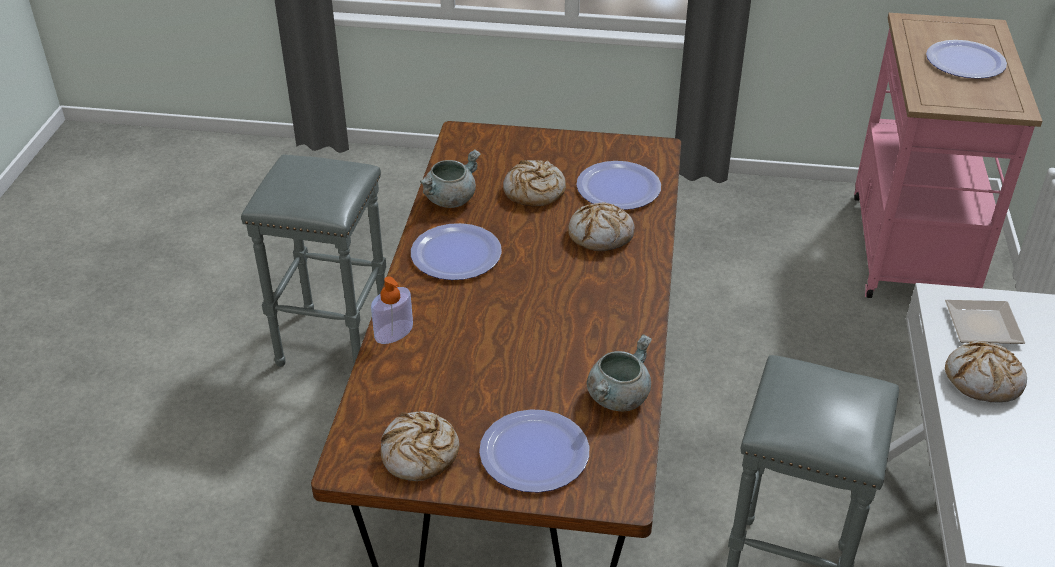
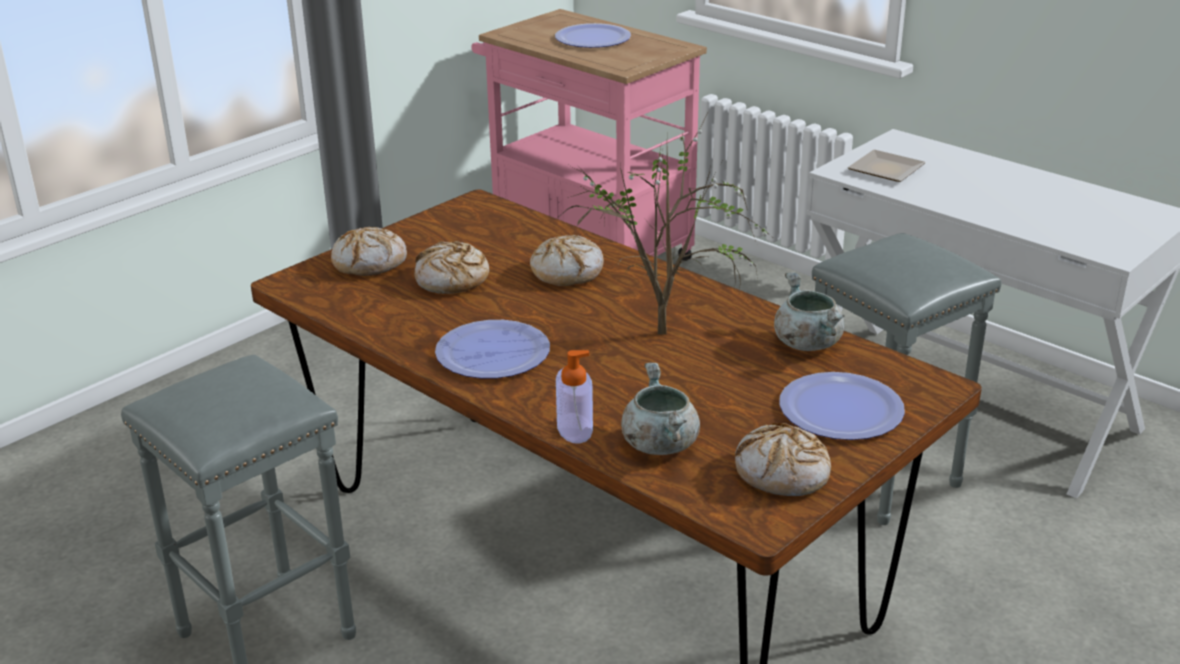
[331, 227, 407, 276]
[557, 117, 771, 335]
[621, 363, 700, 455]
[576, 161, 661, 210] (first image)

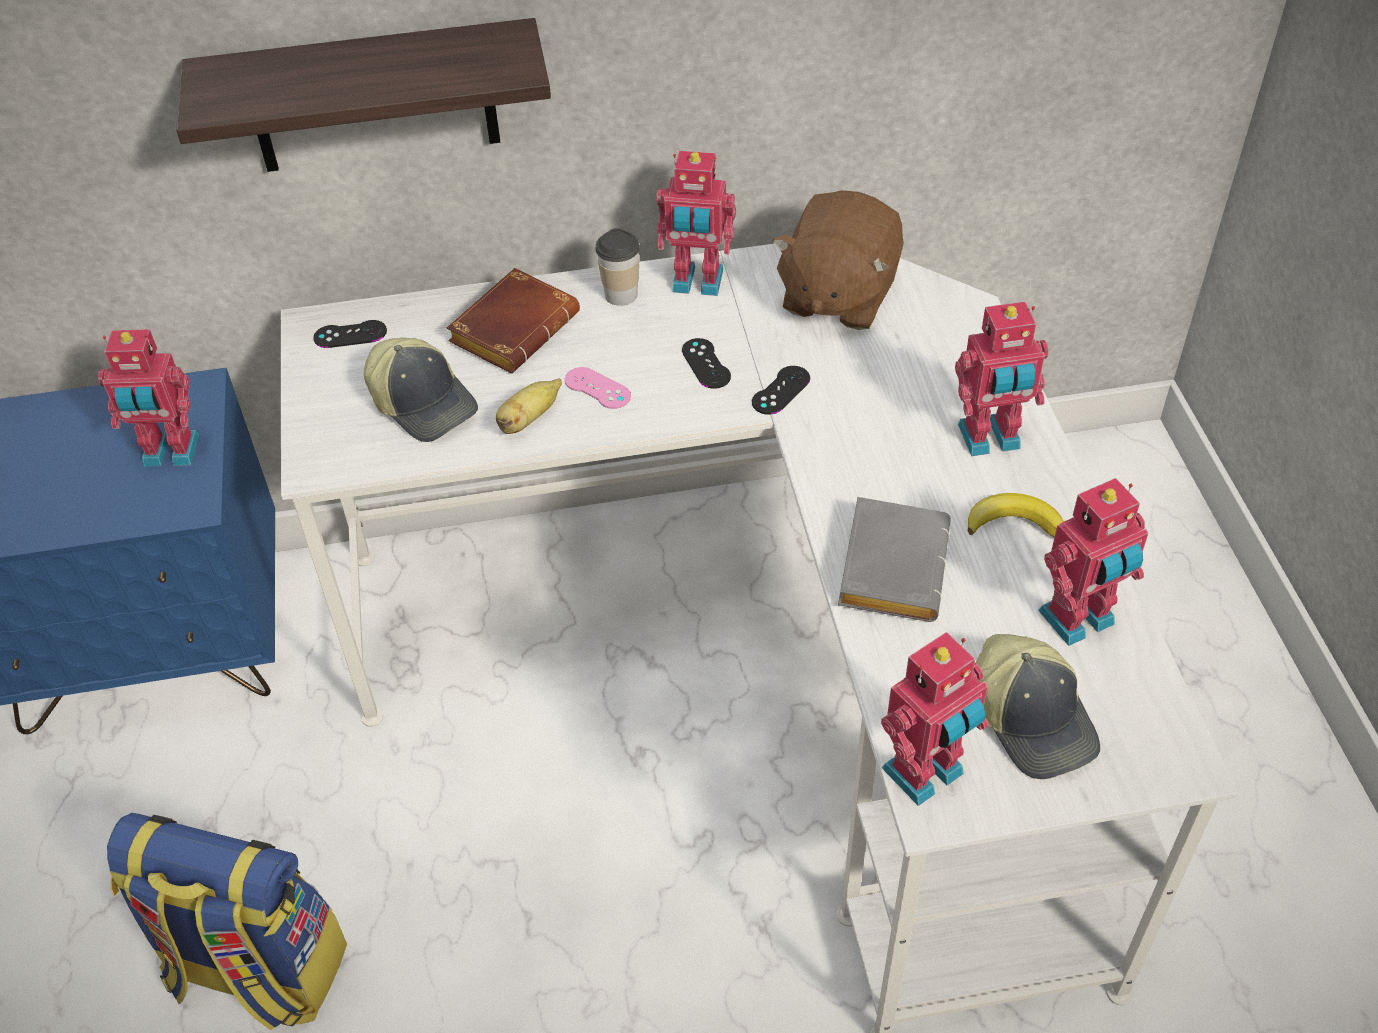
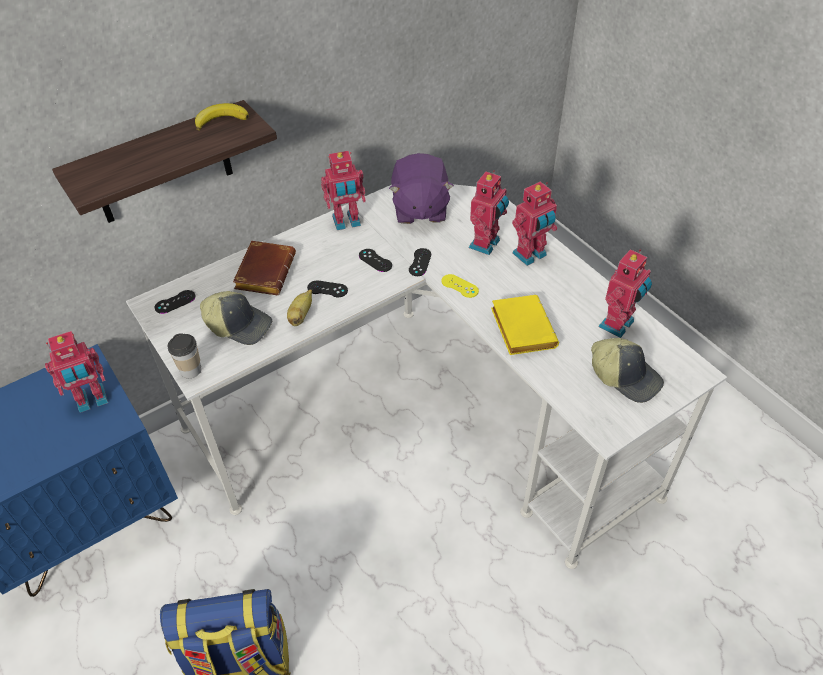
[168, 333, 202, 378]
[195, 103, 249, 131]
[307, 280, 348, 297]
[389, 153, 454, 224]
[442, 274, 479, 298]
[469, 170, 509, 255]
[491, 295, 559, 355]

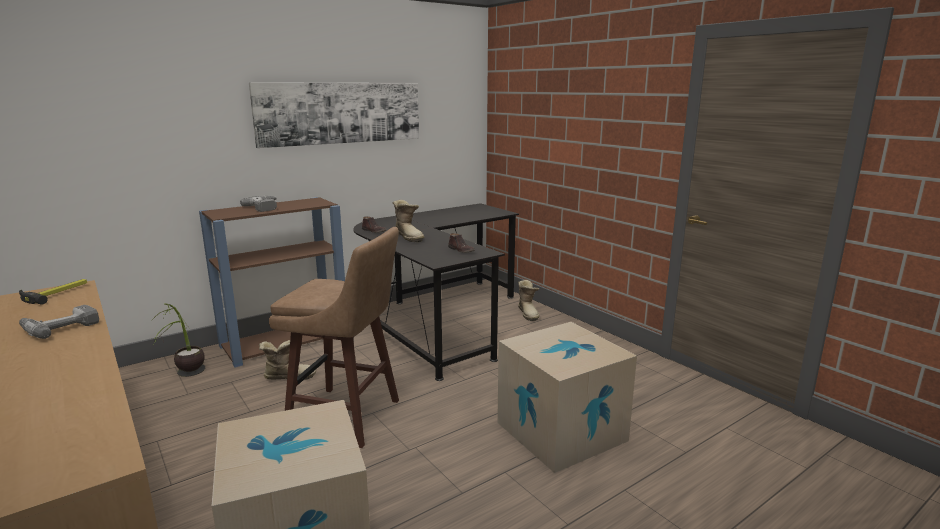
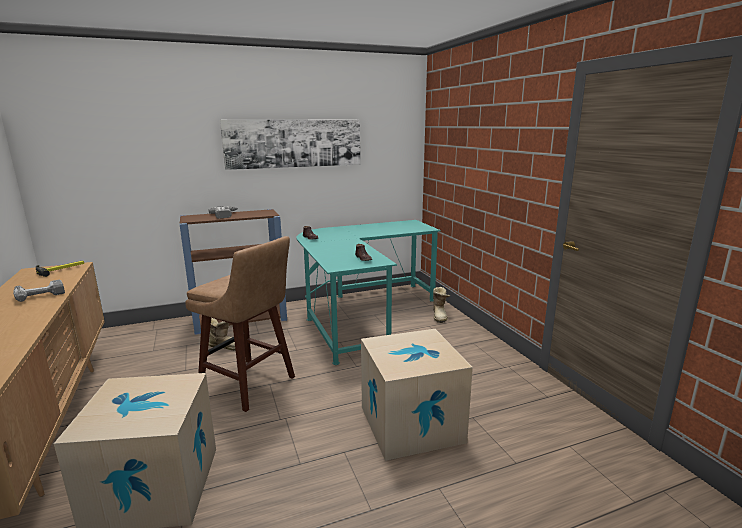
[296, 220, 440, 365]
[151, 303, 205, 377] (first image)
[393, 200, 424, 242] (first image)

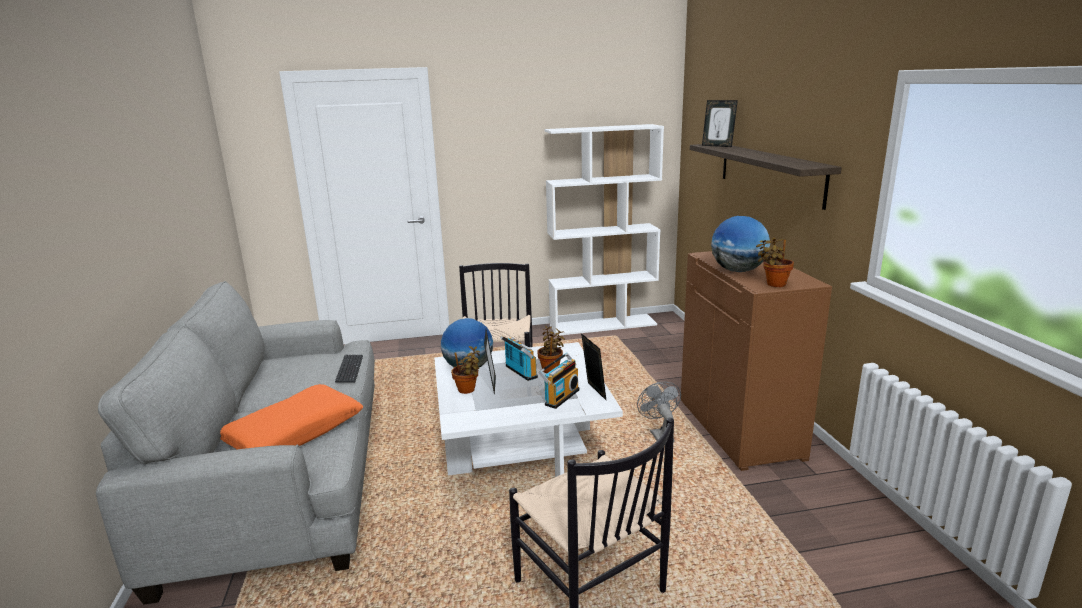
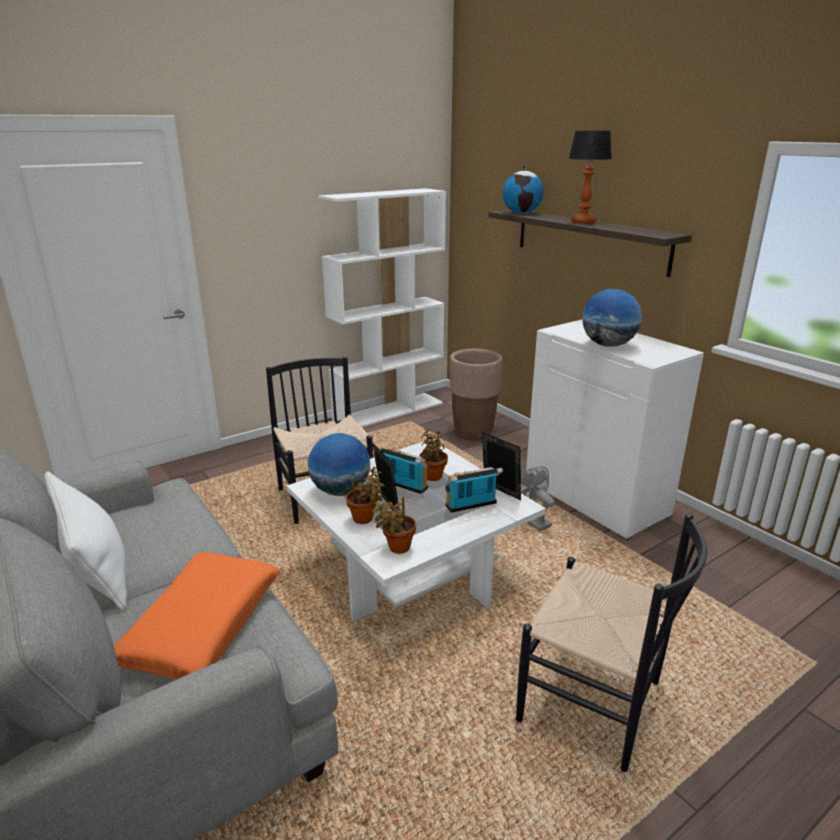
[44, 471, 127, 611]
[372, 497, 416, 554]
[445, 467, 503, 513]
[450, 349, 503, 440]
[503, 164, 544, 214]
[526, 319, 704, 541]
[568, 131, 612, 224]
[335, 355, 363, 383] (first image)

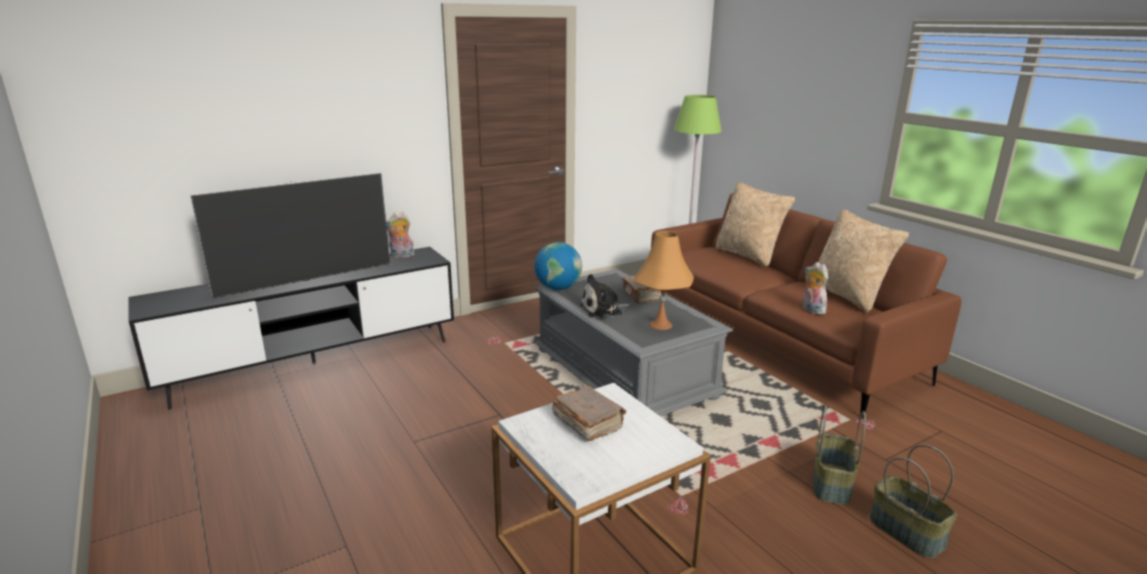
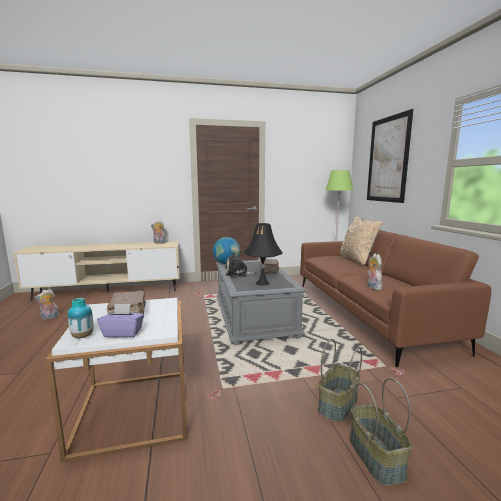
[14, 241, 180, 301]
[35, 289, 59, 320]
[68, 298, 93, 338]
[97, 304, 144, 337]
[244, 223, 283, 286]
[367, 109, 413, 203]
[190, 173, 390, 298] (first image)
[818, 209, 909, 312] (first image)

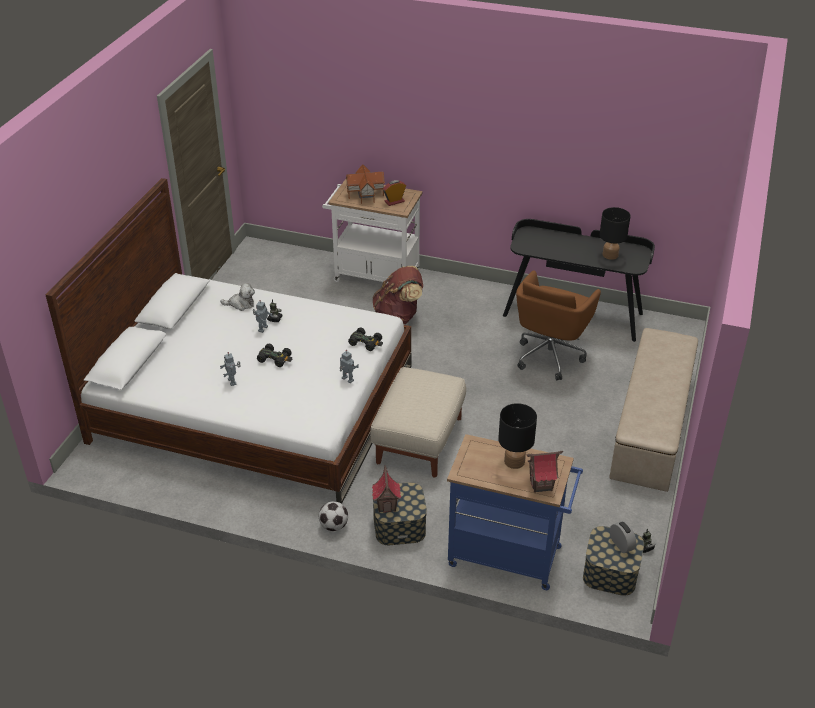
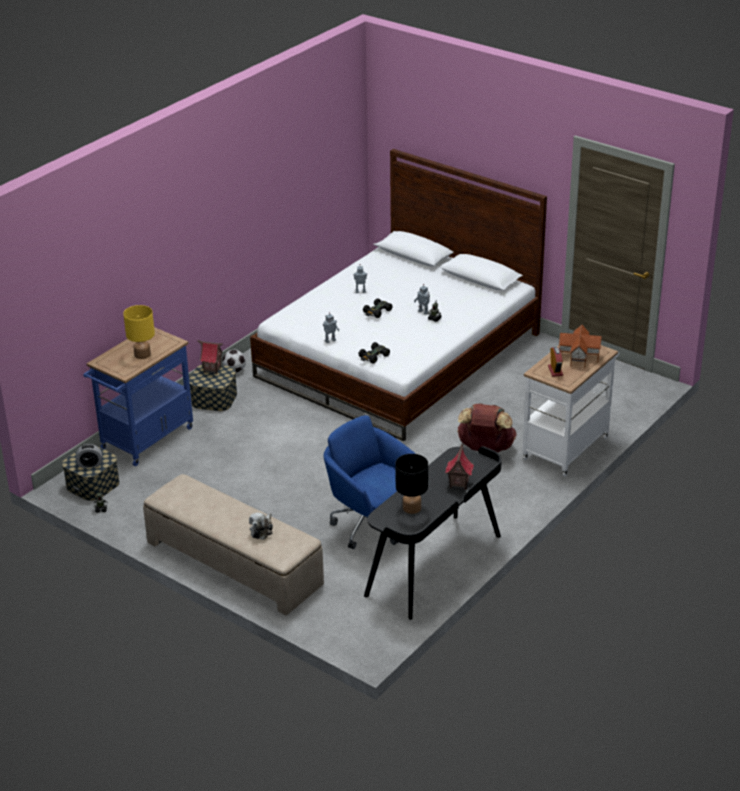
[123, 305, 155, 359]
[249, 512, 273, 540]
[324, 415, 416, 549]
[445, 443, 474, 490]
[370, 367, 466, 478] (first image)

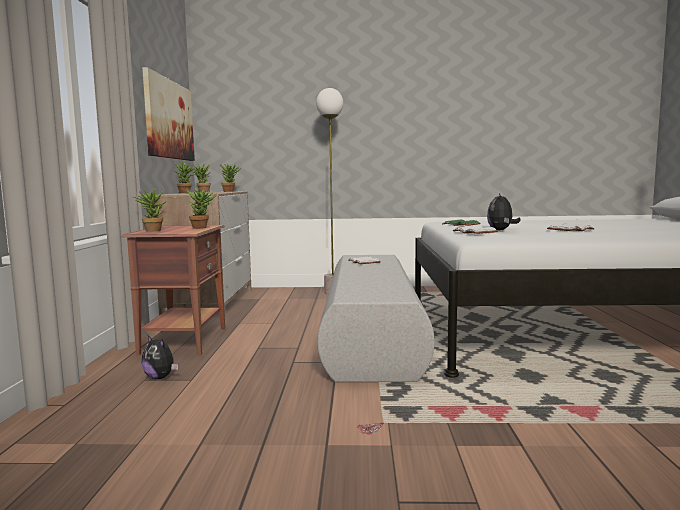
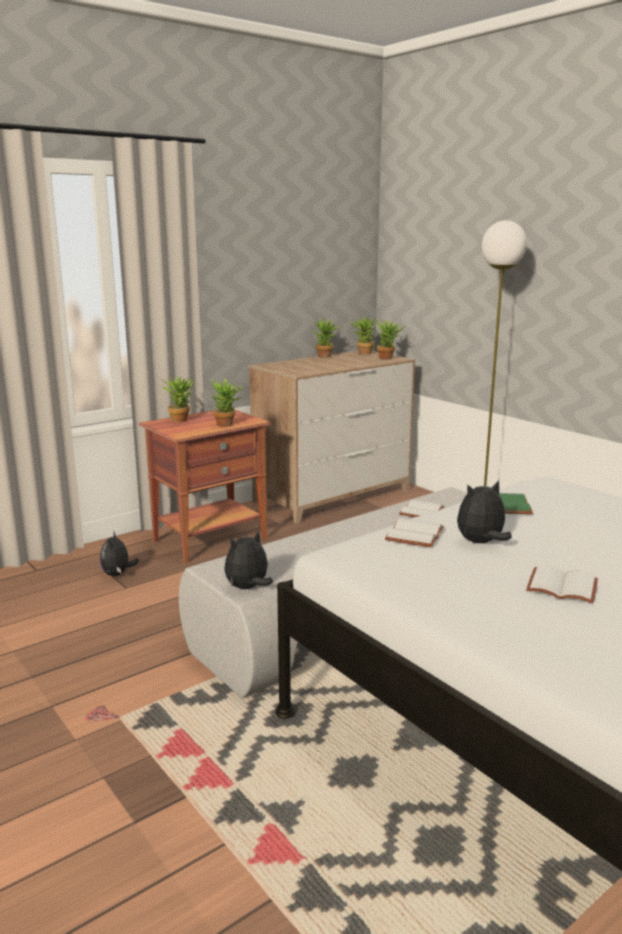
[224, 531, 273, 589]
[142, 67, 195, 161] (first image)

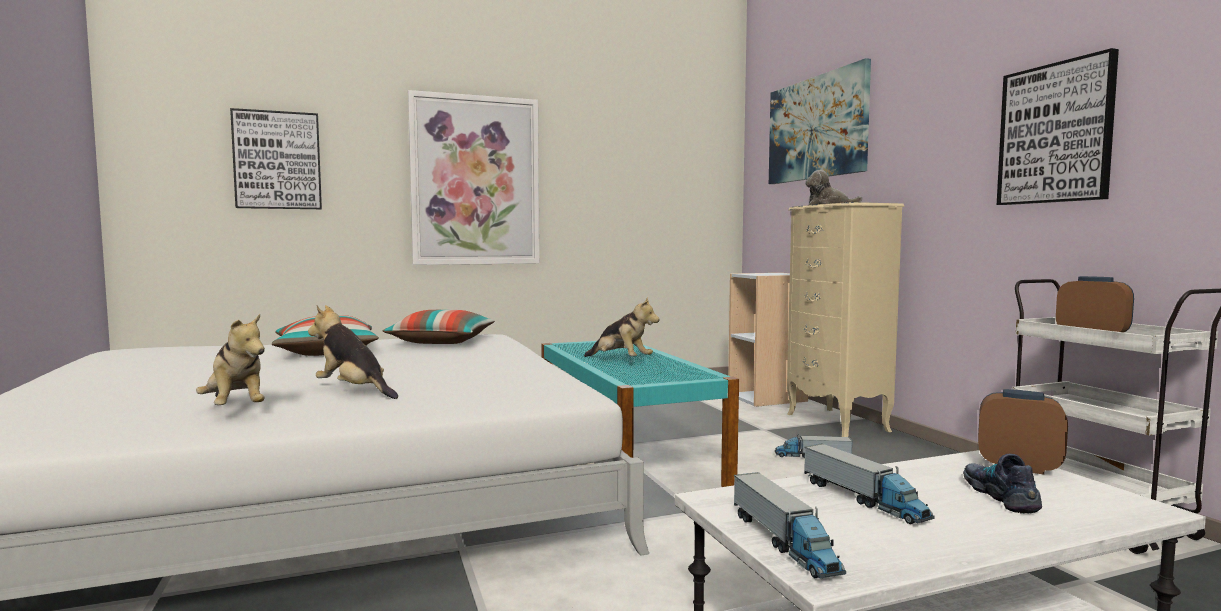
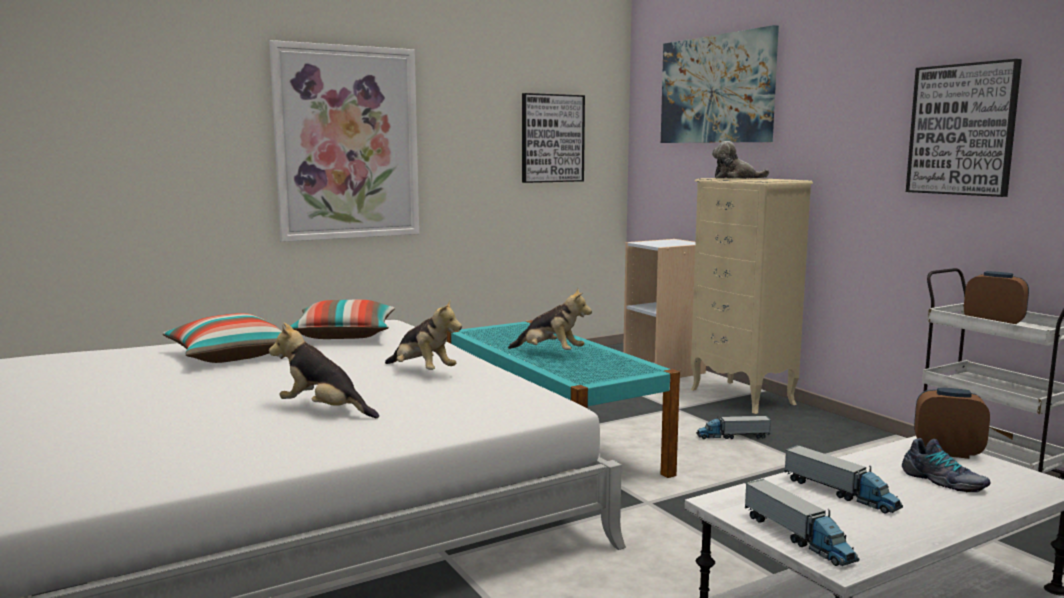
[385, 300, 462, 370]
[522, 93, 585, 183]
[902, 438, 990, 493]

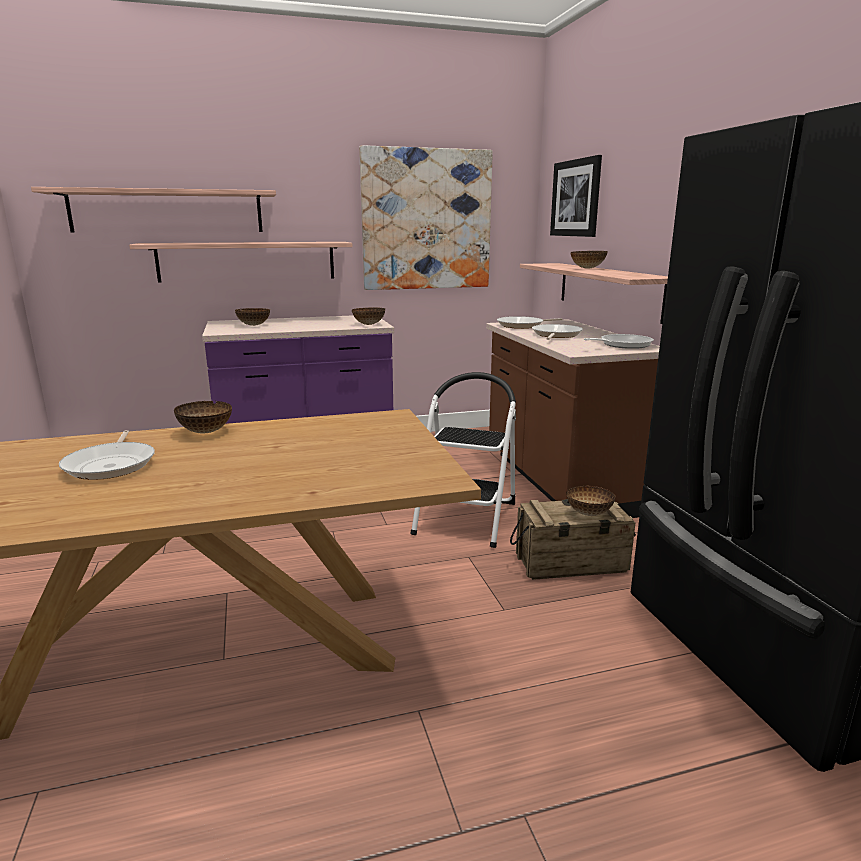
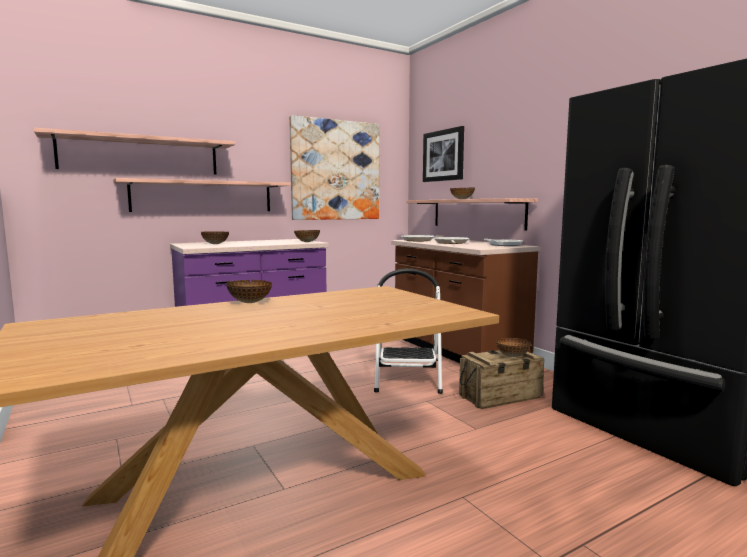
[59, 430, 155, 480] (first image)

